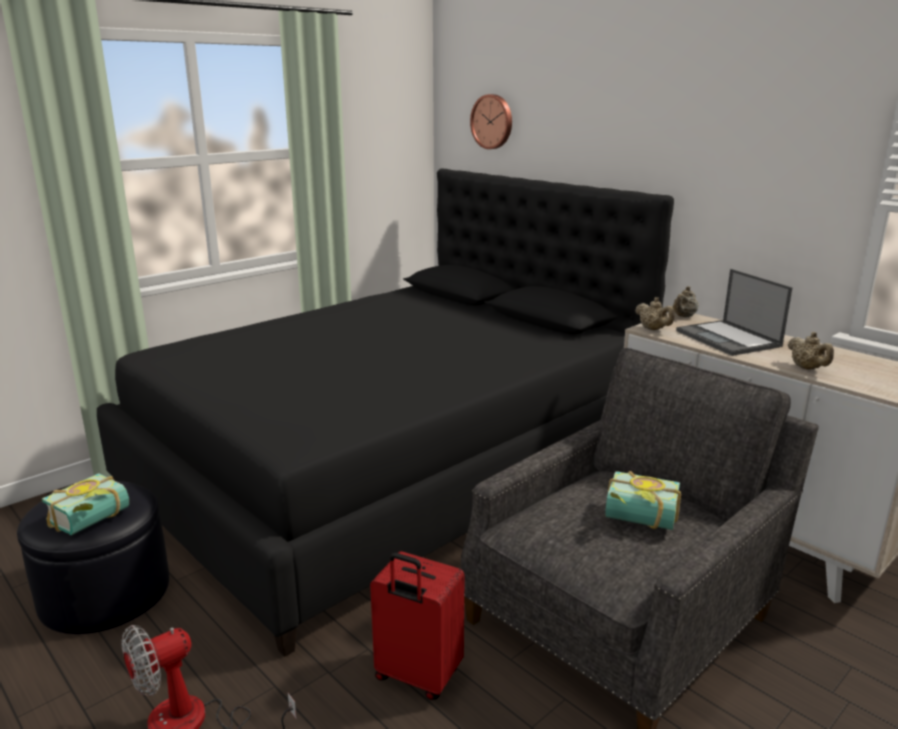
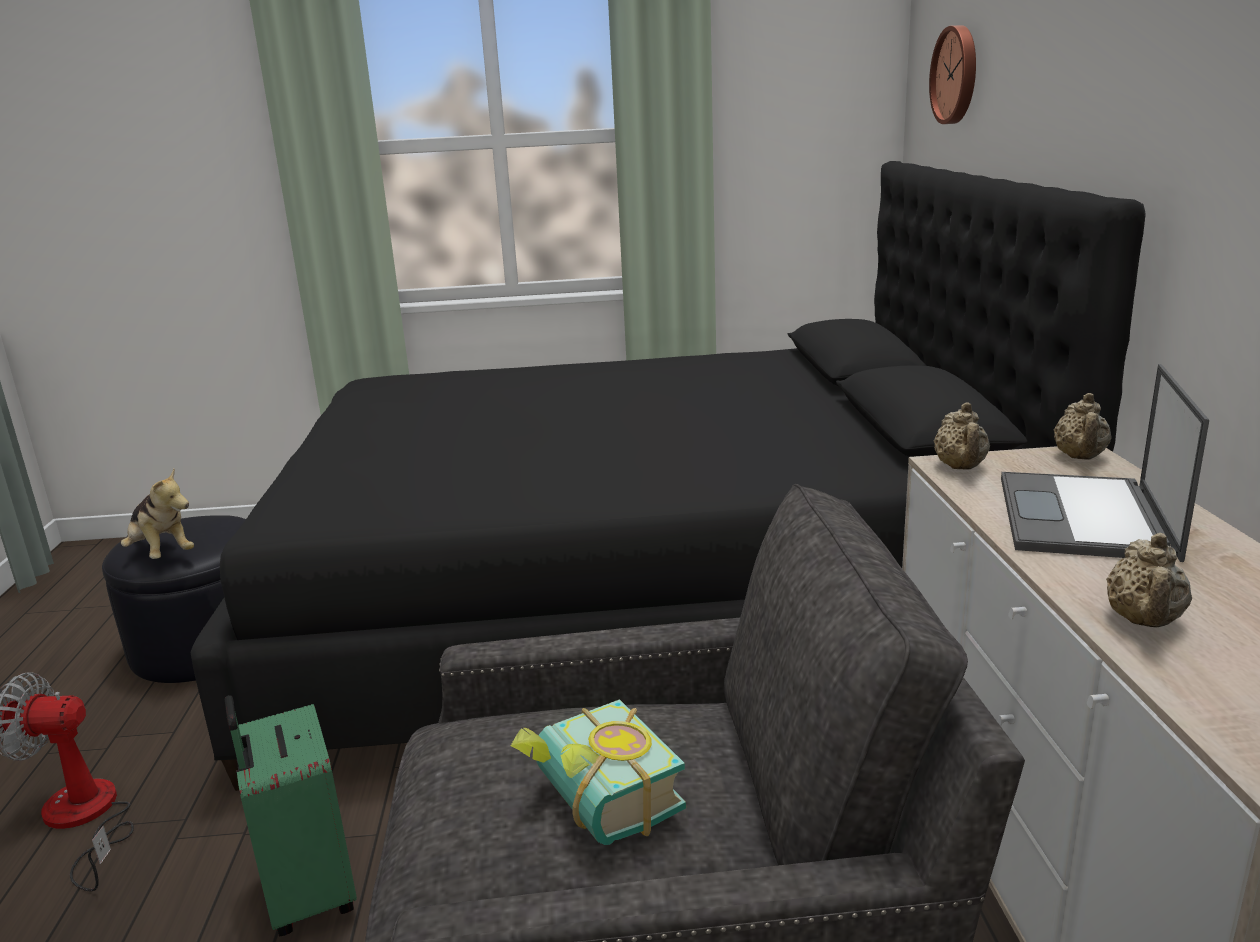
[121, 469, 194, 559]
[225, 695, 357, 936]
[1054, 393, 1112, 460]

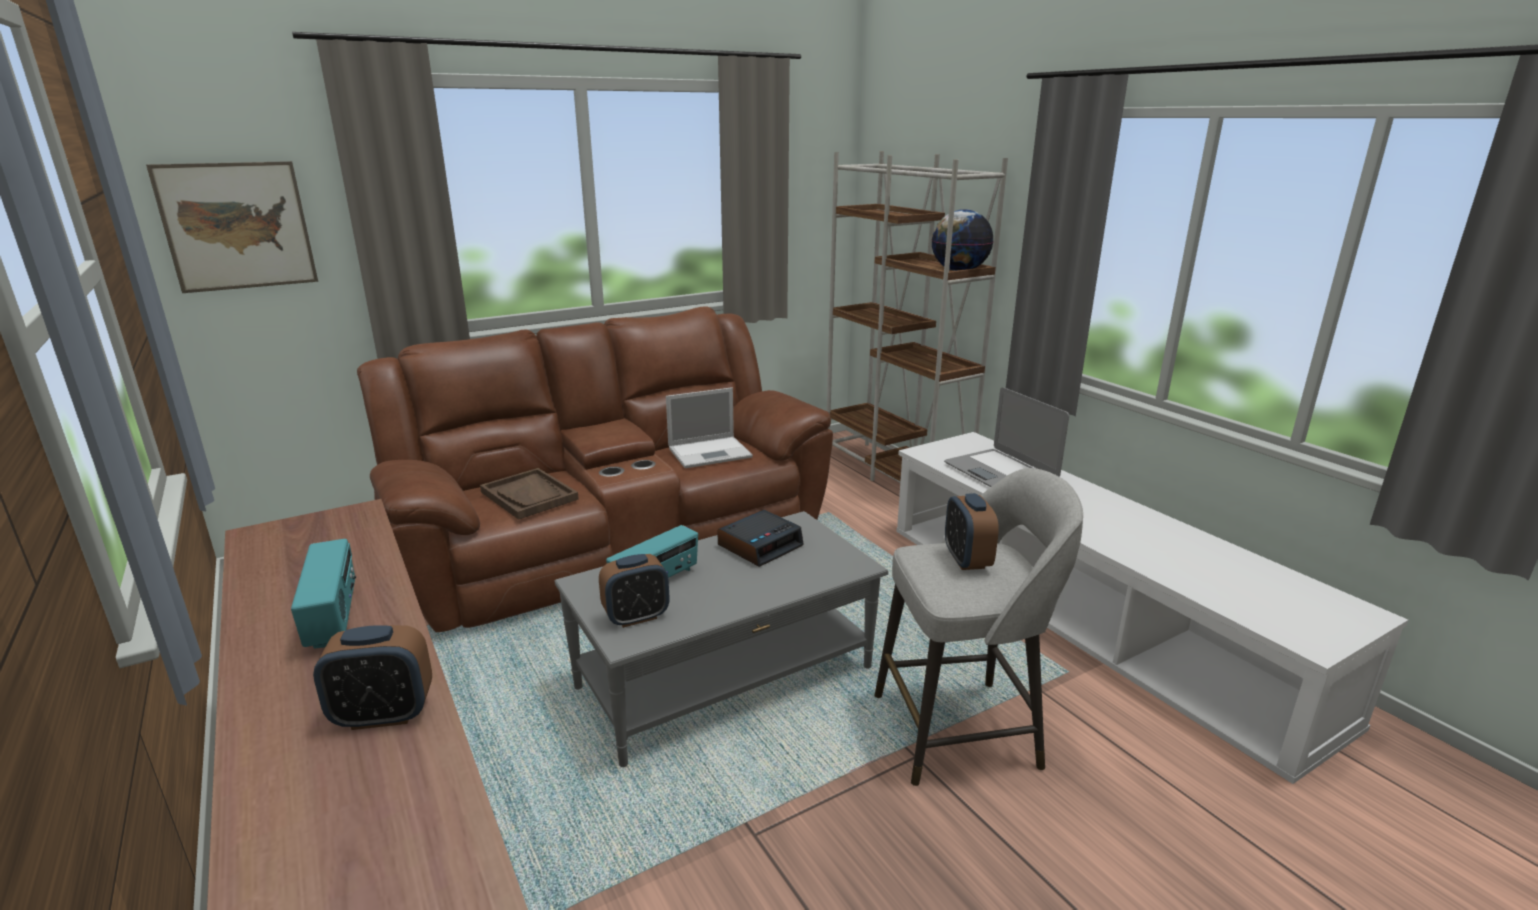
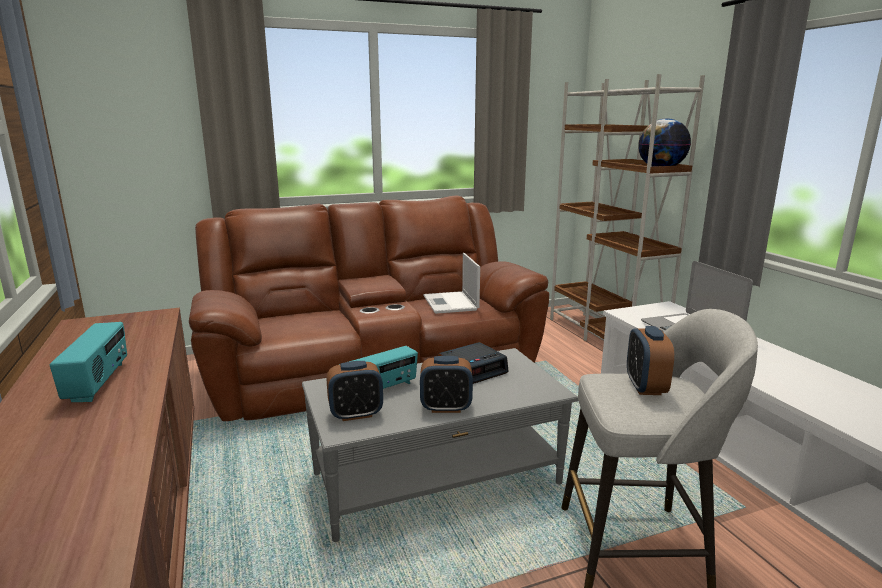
[420, 356, 473, 413]
[423, 253, 480, 314]
[146, 161, 318, 293] (first image)
[480, 468, 579, 520] (first image)

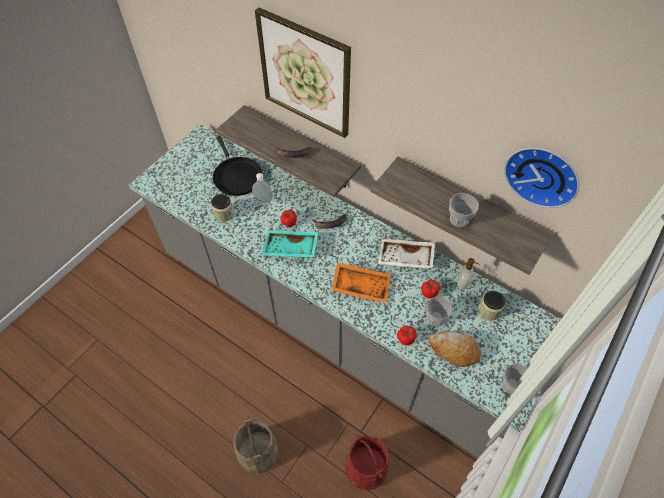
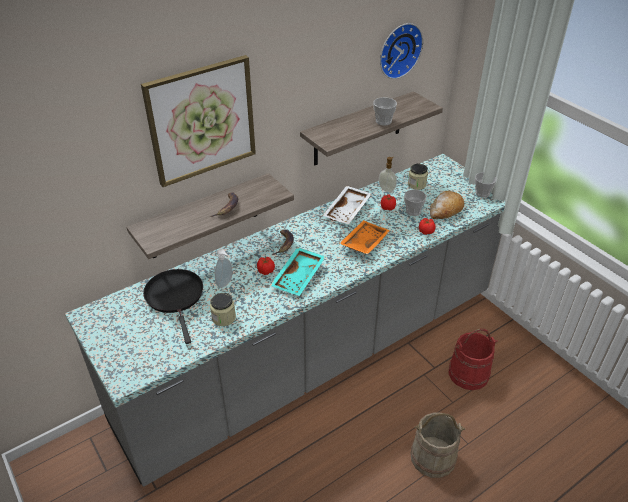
[143, 269, 203, 344]

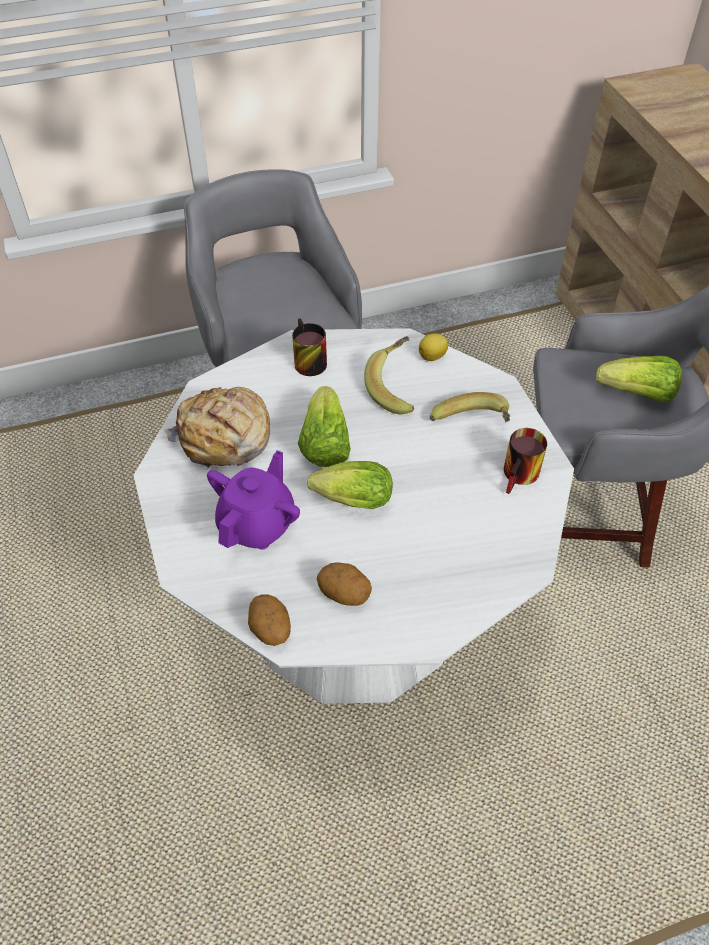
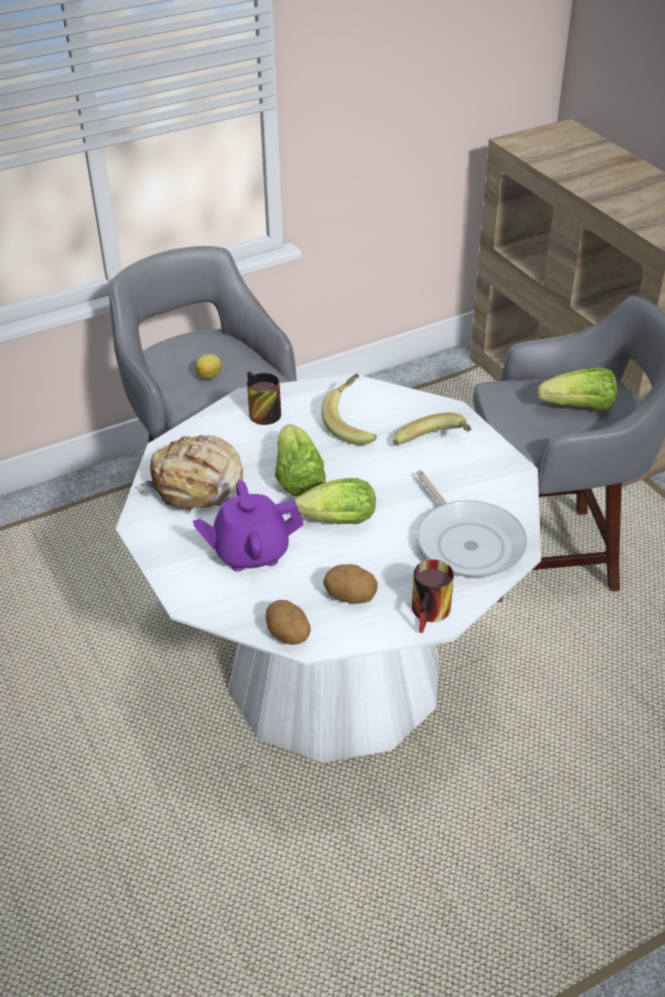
[193, 481, 303, 572]
[195, 354, 222, 379]
[412, 559, 454, 633]
[416, 470, 527, 578]

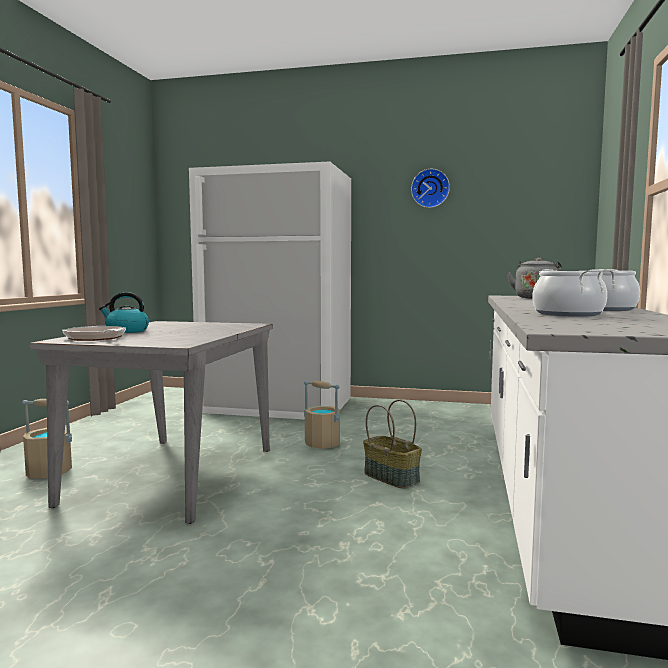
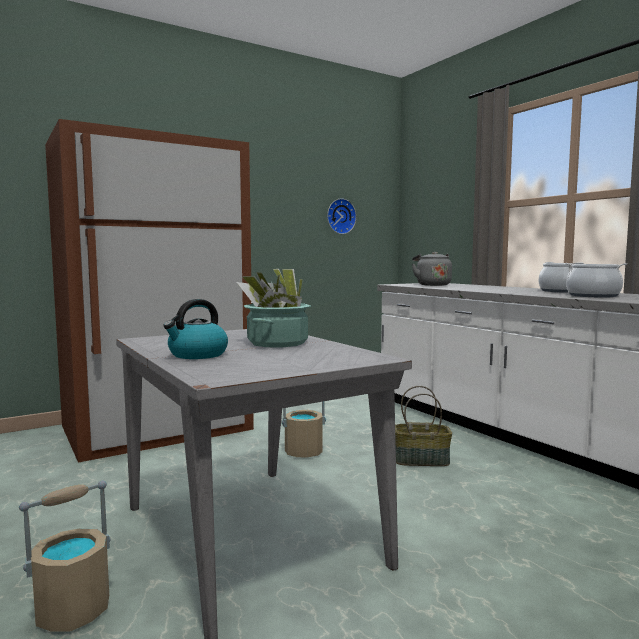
[45, 119, 254, 462]
[237, 269, 311, 348]
[327, 198, 356, 234]
[62, 326, 126, 341] (first image)

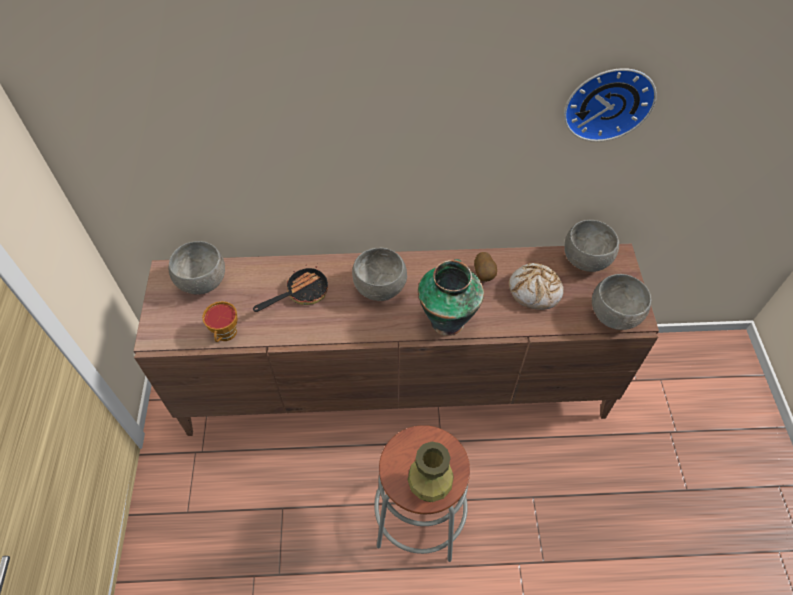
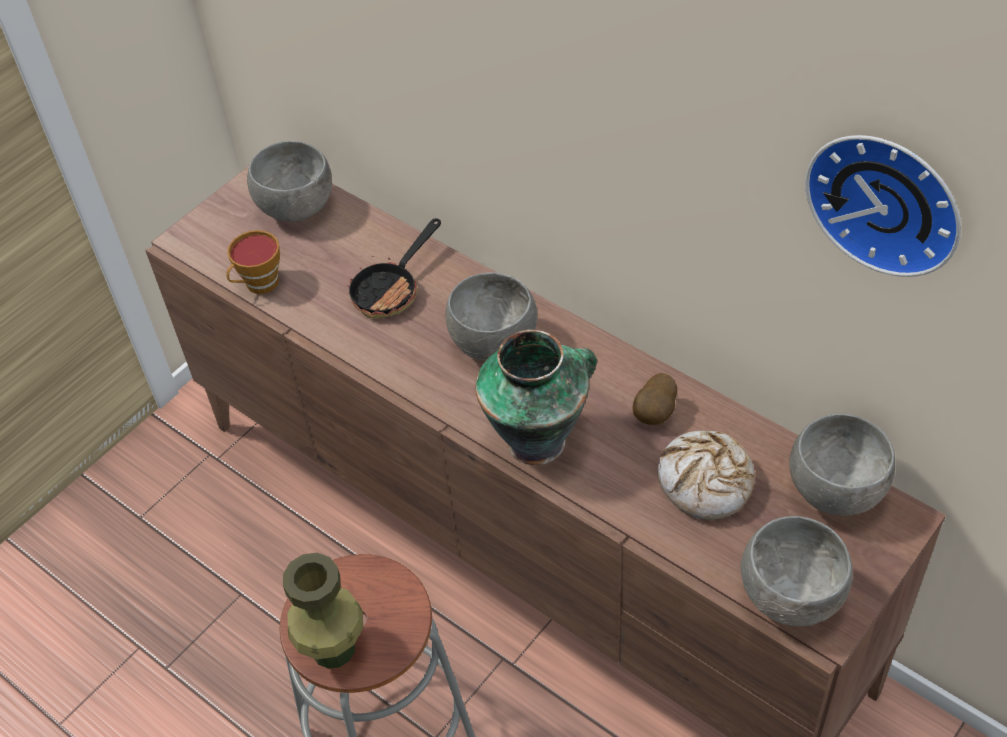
[347, 218, 441, 319]

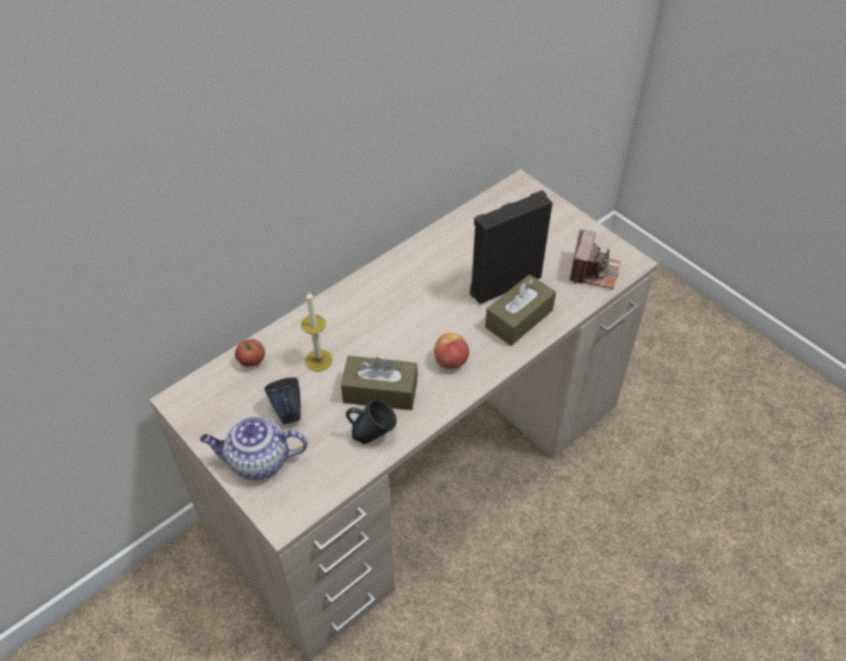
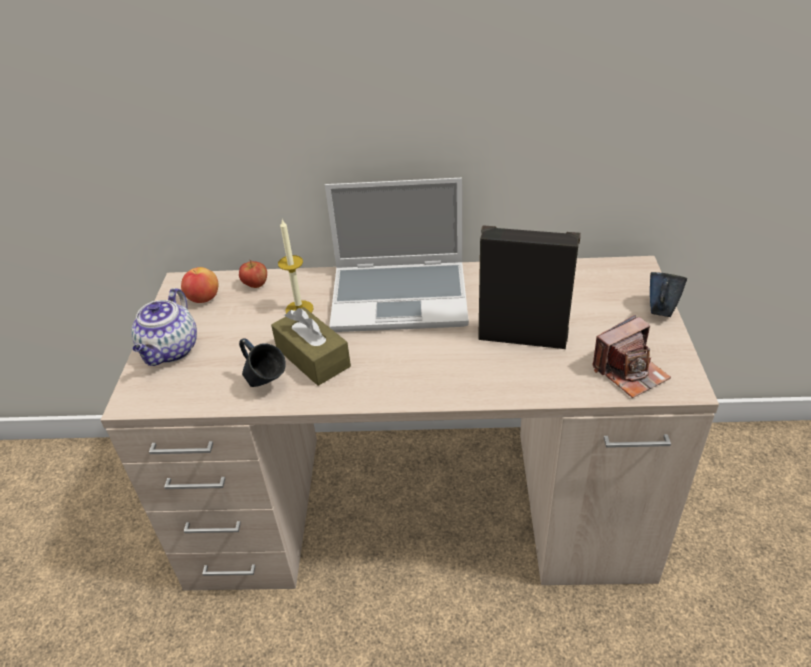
[131, 288, 197, 366]
[181, 267, 219, 303]
[325, 178, 469, 332]
[650, 272, 687, 317]
[485, 274, 556, 346] (first image)

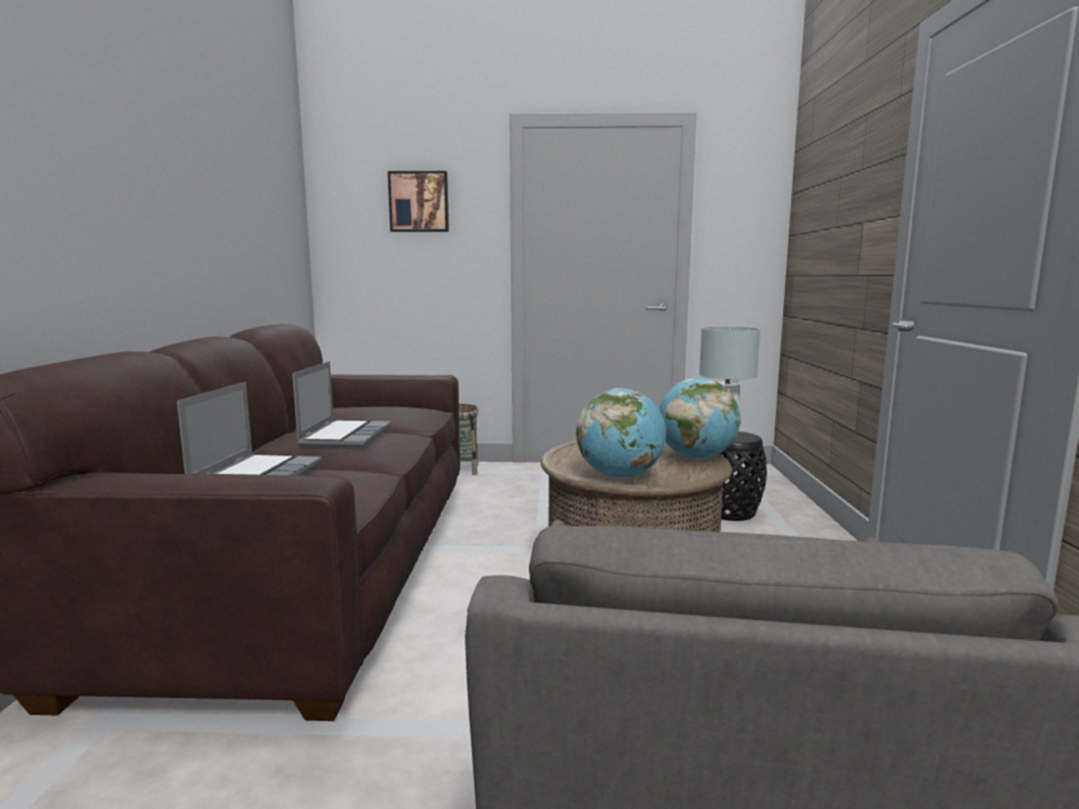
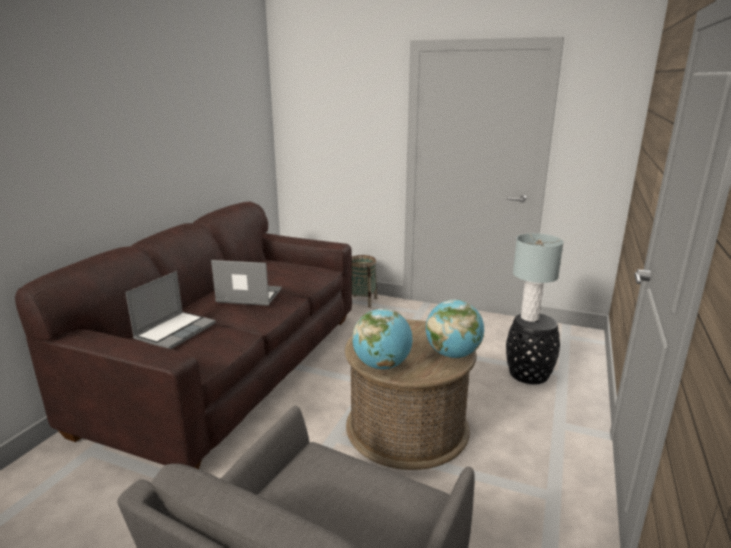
[211, 260, 282, 306]
[388, 171, 449, 232] (first image)

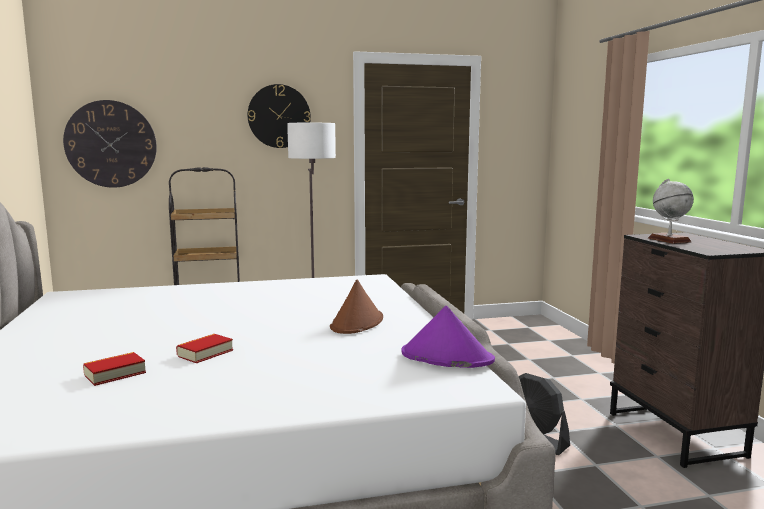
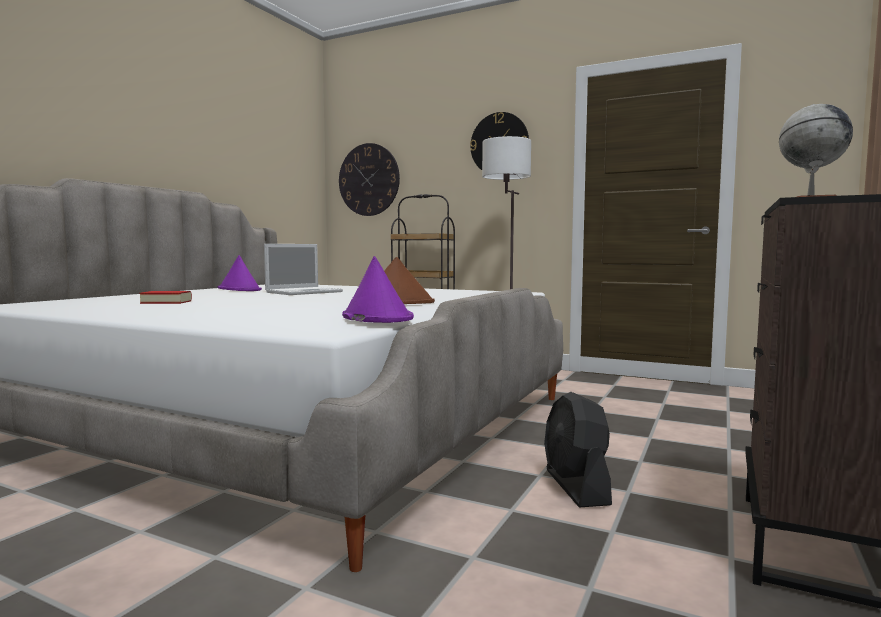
[218, 255, 262, 291]
[264, 244, 343, 295]
[176, 334, 233, 363] (first image)

